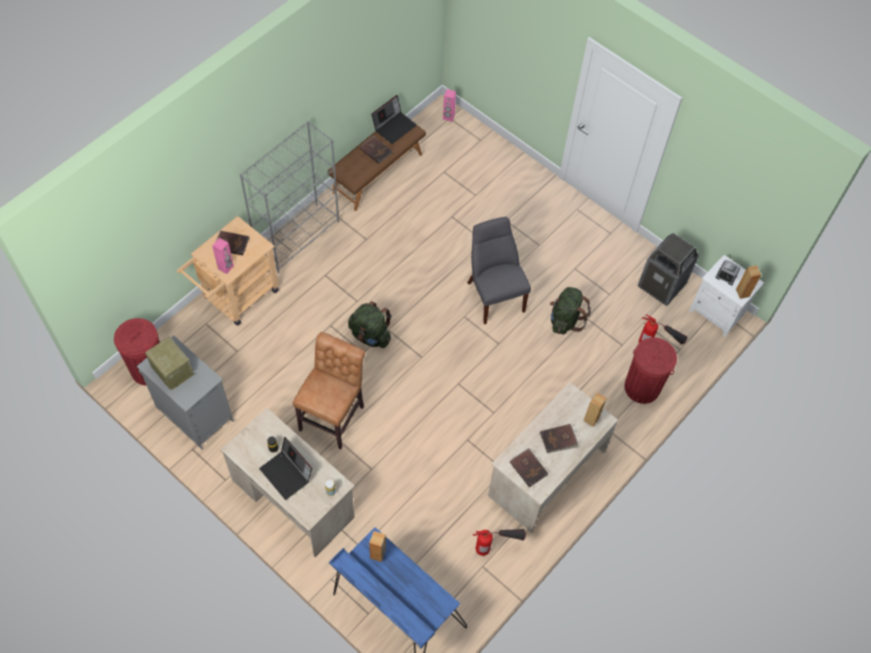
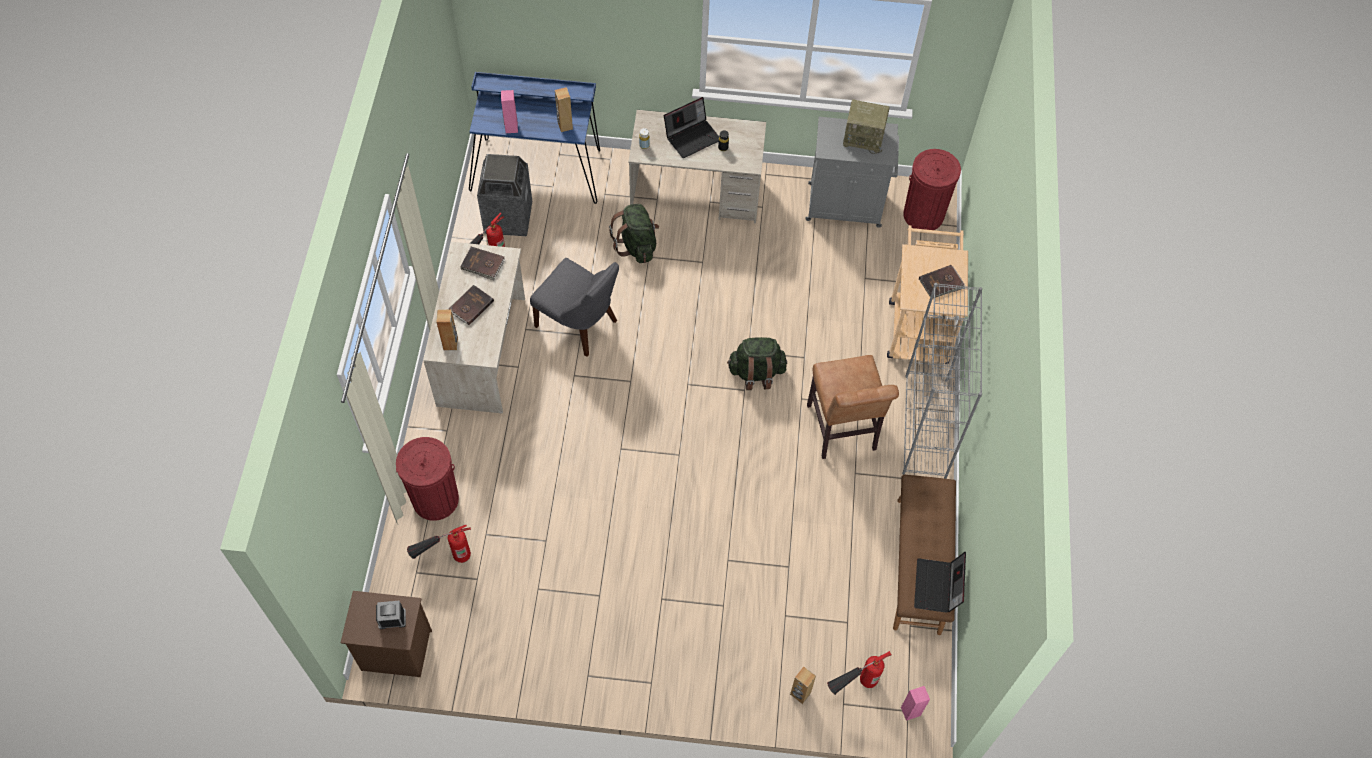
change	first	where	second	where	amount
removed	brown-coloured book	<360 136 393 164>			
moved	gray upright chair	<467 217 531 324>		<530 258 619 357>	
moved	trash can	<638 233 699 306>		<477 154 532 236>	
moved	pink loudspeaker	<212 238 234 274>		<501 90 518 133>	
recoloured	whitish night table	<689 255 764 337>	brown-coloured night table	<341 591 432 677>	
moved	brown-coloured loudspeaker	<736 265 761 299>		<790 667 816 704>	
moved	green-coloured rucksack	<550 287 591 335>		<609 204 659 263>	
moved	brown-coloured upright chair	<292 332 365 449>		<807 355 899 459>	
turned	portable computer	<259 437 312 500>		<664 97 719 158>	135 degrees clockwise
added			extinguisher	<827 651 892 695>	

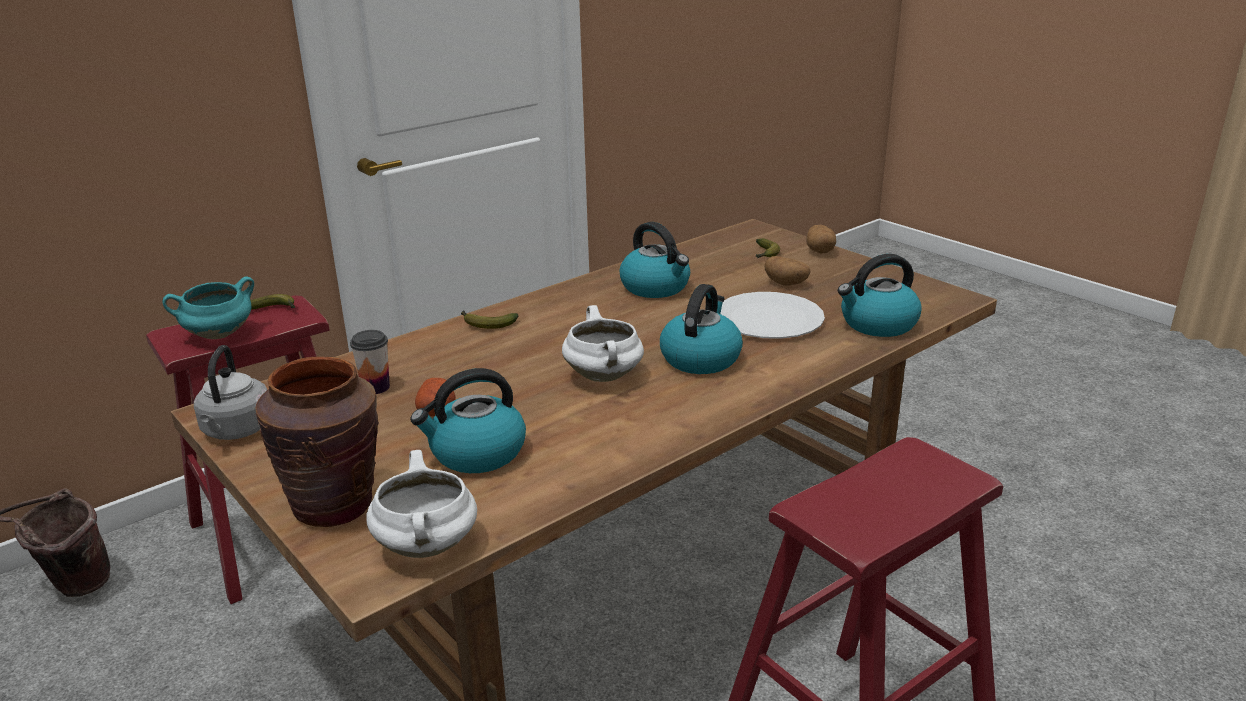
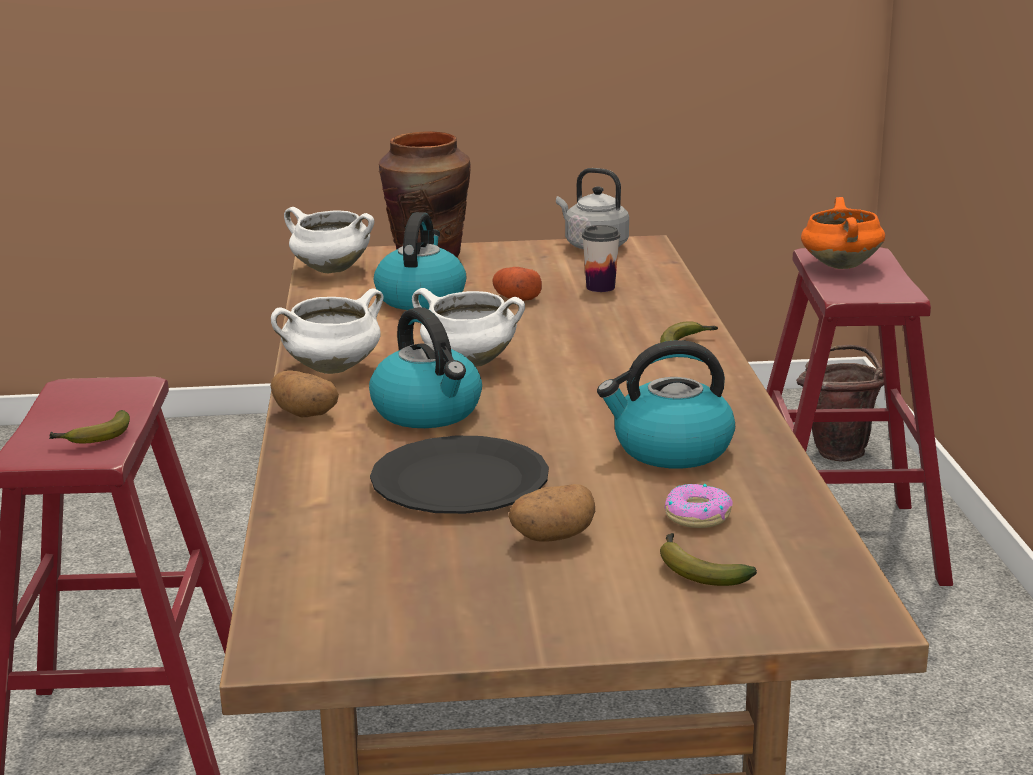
change	first	where	second	where	amount
moved	whole potato	<806 225 836 254>		<270 370 339 417>	
removed	water kettle	<838 254 922 337>			
recoloured	turquoise cooking pot	<163 277 254 339>	orange-coloured cooking pot	<801 197 885 269>	
recoloured	whitish dinner plate	<721 292 825 339>	blackish dinner plate	<370 436 549 514>	
moved	banana fruit	<251 294 295 310>		<49 410 130 443>	
added			whitish cooking pot	<271 289 384 374>	
added			ring doughnut	<664 484 733 528>	

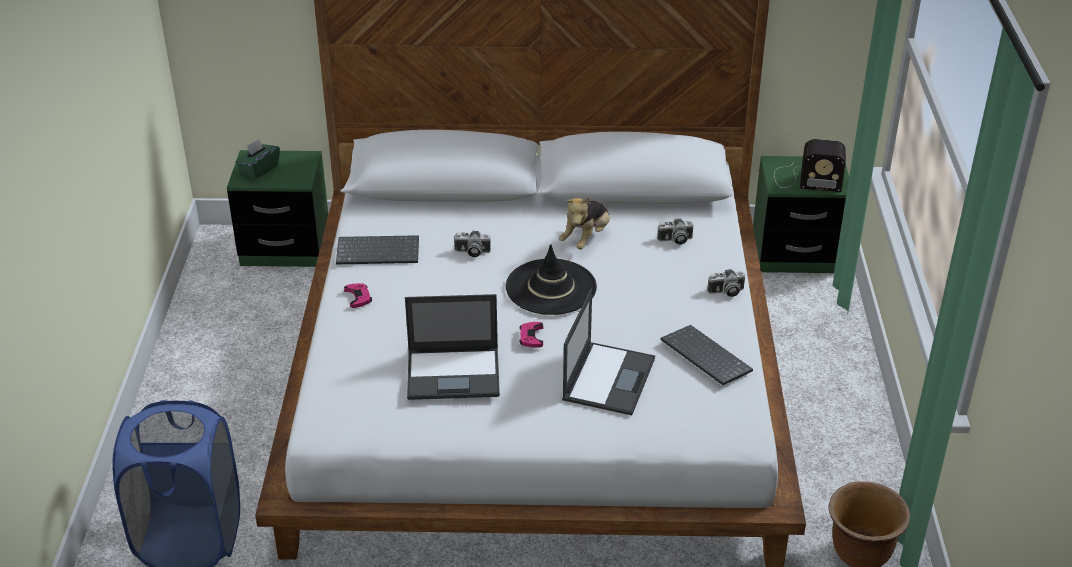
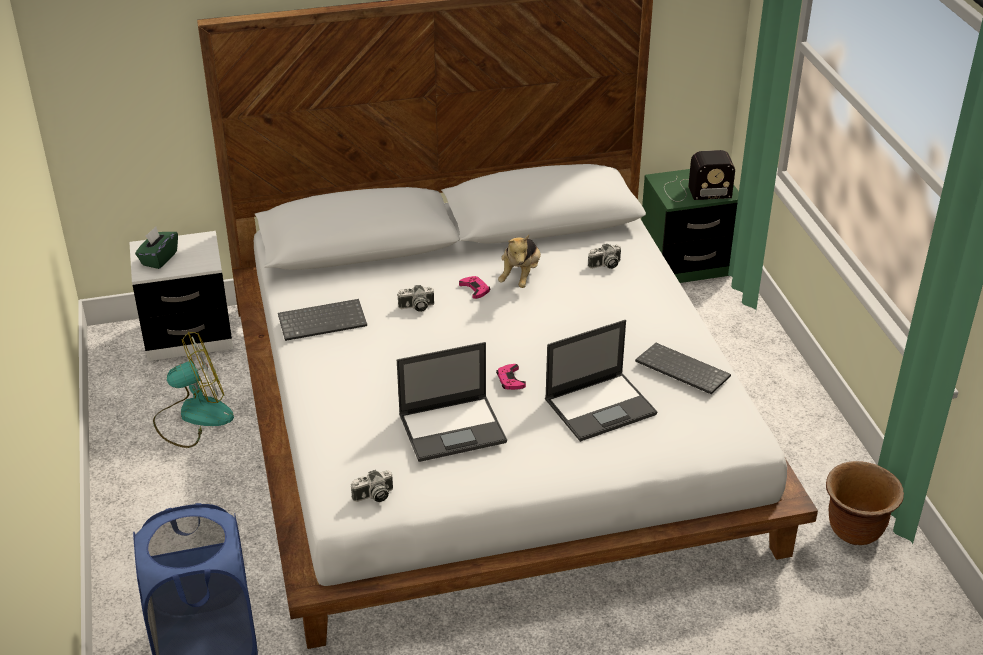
change	first	where	second	where	amount
recoloured	green-coloured night table	<227 150 328 267>	whitish night table	<129 231 233 361>	
removed	blackish hat	<506 244 597 315>			
moved	photo camera	<707 269 745 297>		<351 470 393 502>	
moved	pink game controller	<344 283 372 308>		<459 276 490 299>	
turned	portable computer	<562 289 655 415>		<545 320 658 442>	60 degrees clockwise
added			fan	<153 332 234 448>	

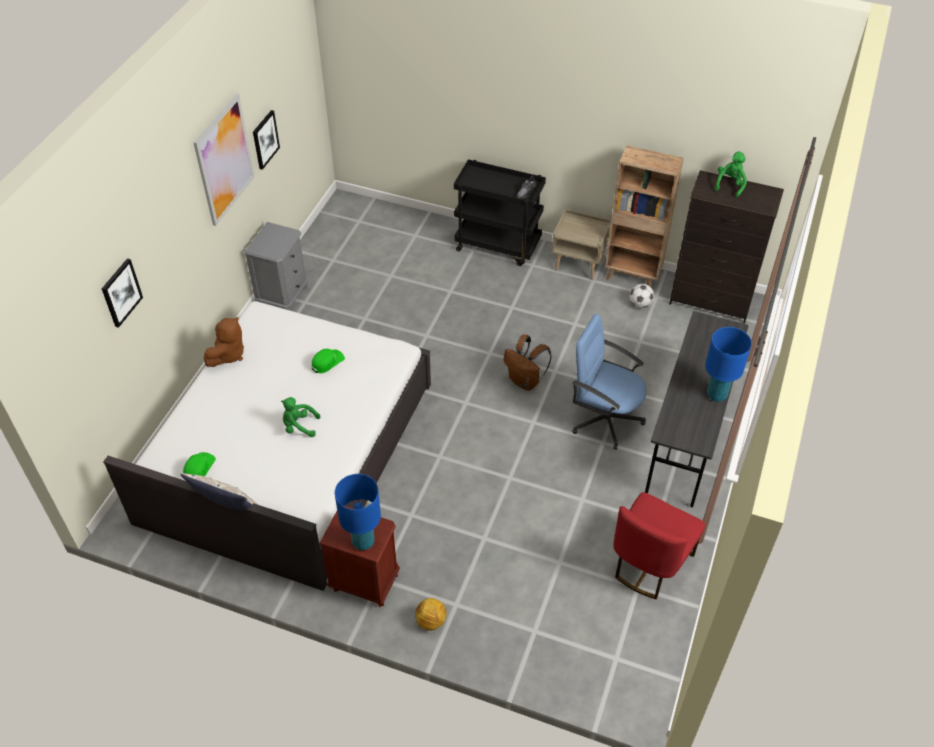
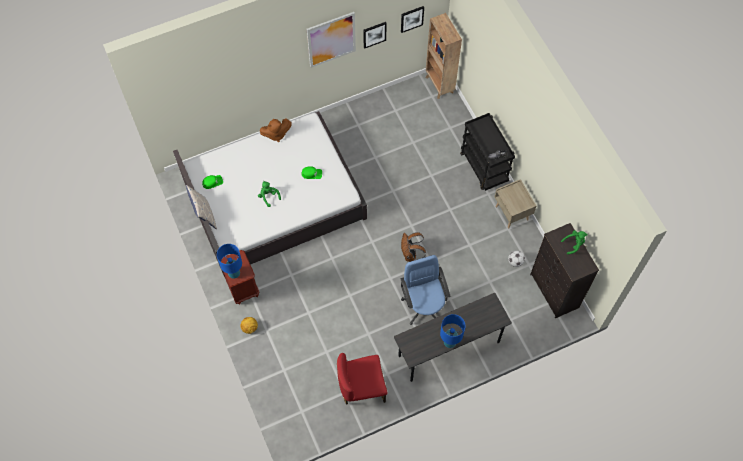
change	first	where	second	where	amount
moved	brown-coloured bookcase	<605 145 684 288>		<426 13 462 99>	
removed	gray night table	<244 222 309 310>			
moved	picture	<102 258 143 328>		<401 6 424 33>	

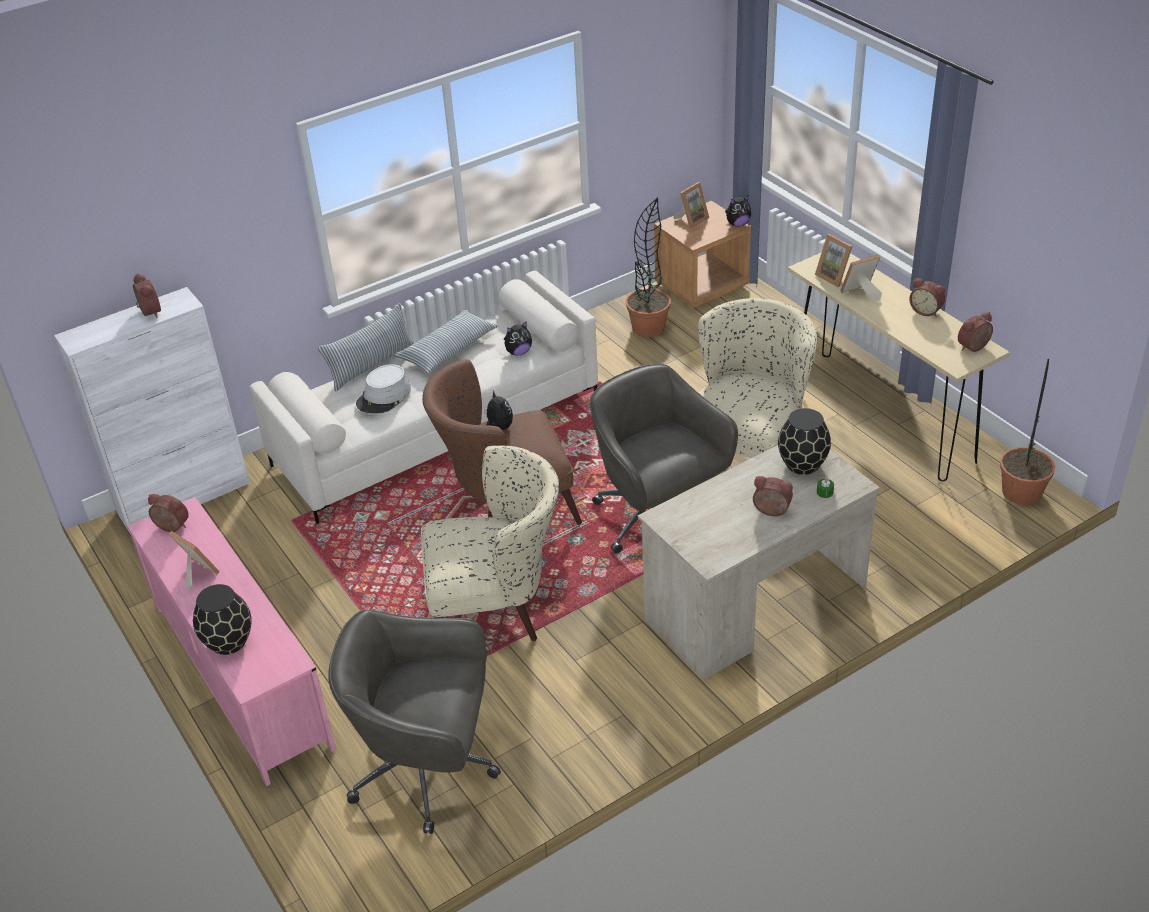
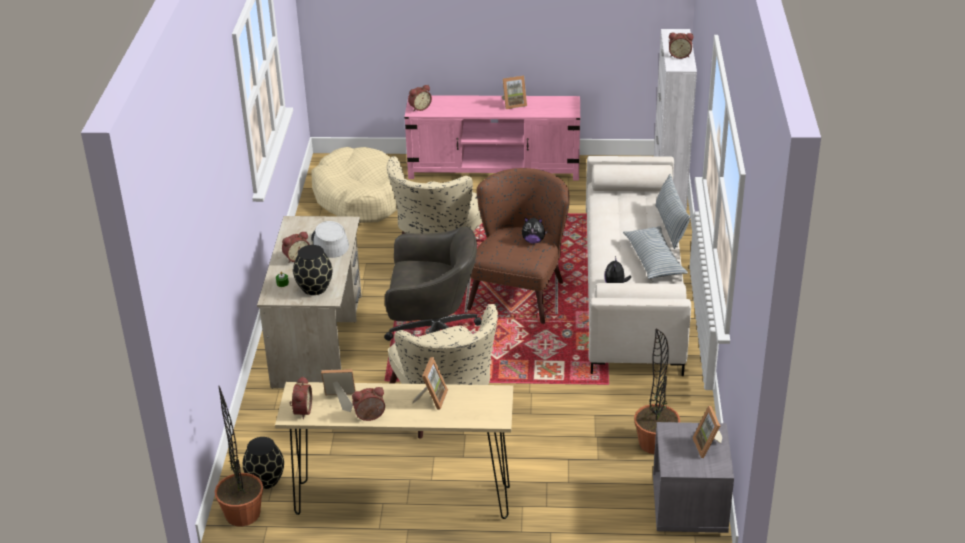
change	first	where	second	where	amount
removed	cuddly toy	<725 195 751 227>			
recoloured	brown-coloured night table	<654 201 751 308>	gray night table	<653 422 734 533>	
moved	picture frame	<815 234 853 287>		<321 369 356 412>	
moved	gray hat	<356 364 411 413>		<311 221 349 258>	
moved	bedside clock	<148 494 189 532>		<408 85 432 111>	
moved	blackish vase	<193 584 252 655>		<243 437 284 489>	
replaced	gray office chair	<328 610 501 834>	sand-coloured pet bed	<311 147 404 223>	

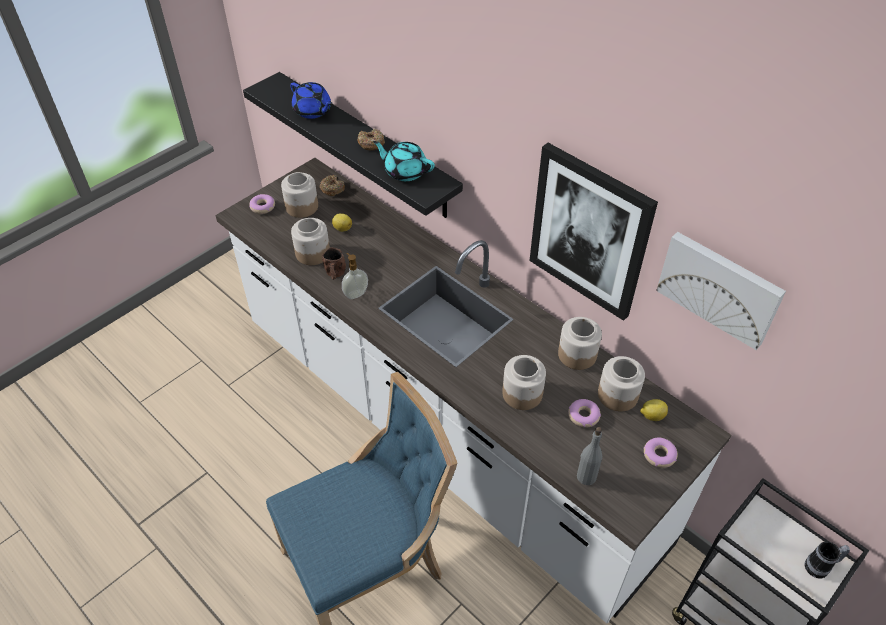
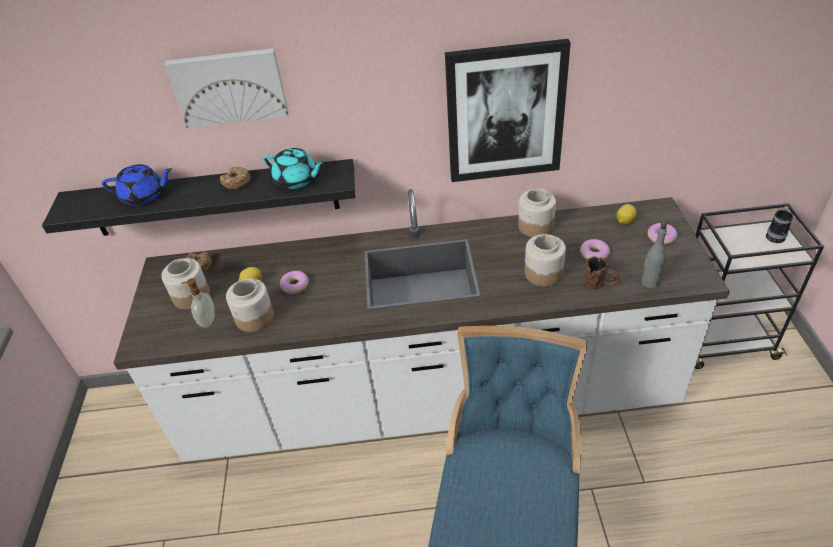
change	first	where	second	where	amount
turned	turquoise tea pot	<373 141 435 181>		<263 148 325 189>	135 degrees counterclockwise
moved	ring doughnut	<249 194 275 214>		<280 271 309 294>	
moved	picture	<656 232 786 350>		<165 48 289 128>	
moved	brown-coloured coffee mug	<322 247 346 280>		<583 256 620 289>	
moved	soap bottle	<342 253 368 299>		<181 278 215 328>	
removed	storage jar	<598 356 645 412>			

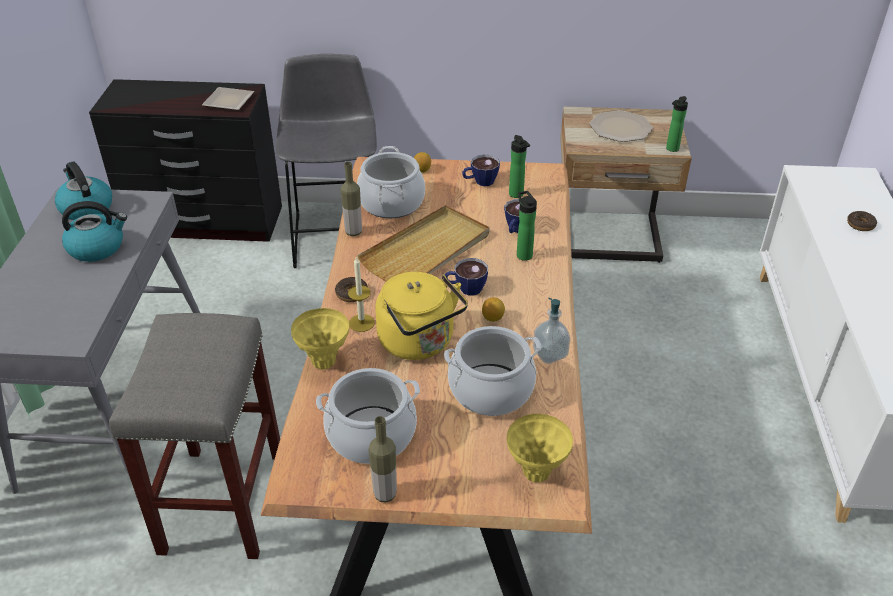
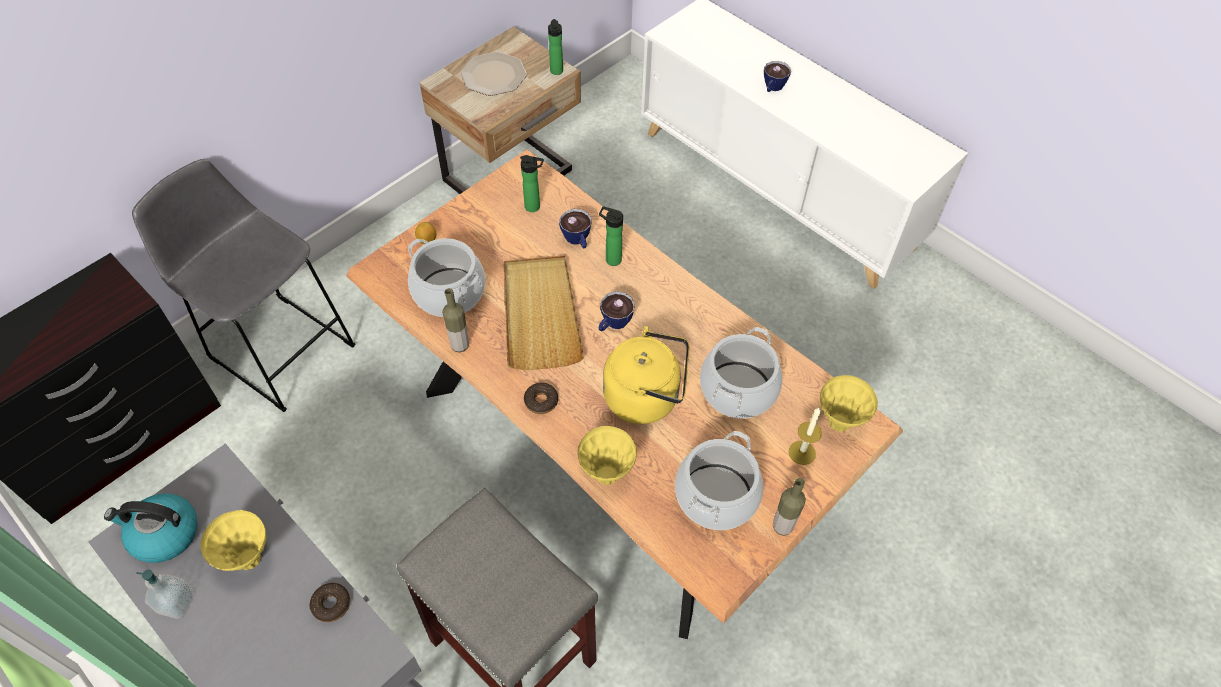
change	first	where	second	where	amount
removed	dinner plate	<202 87 254 110>			
moved	small cup	<462 154 500 186>		<764 61 791 92>	
replaced	water kettle	<62 201 127 262>	yellowish vase	<200 510 266 571>	
moved	ring doughnut	<847 211 877 231>		<310 583 350 622>	
moved	candle	<348 256 375 332>		<789 408 822 465>	
removed	lemon	<482 297 505 322>			
moved	soap bottle	<533 298 570 364>		<136 570 195 619>	

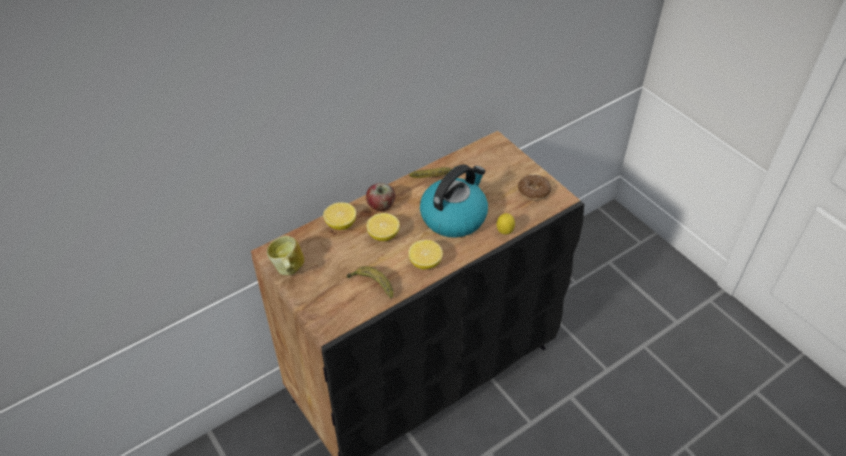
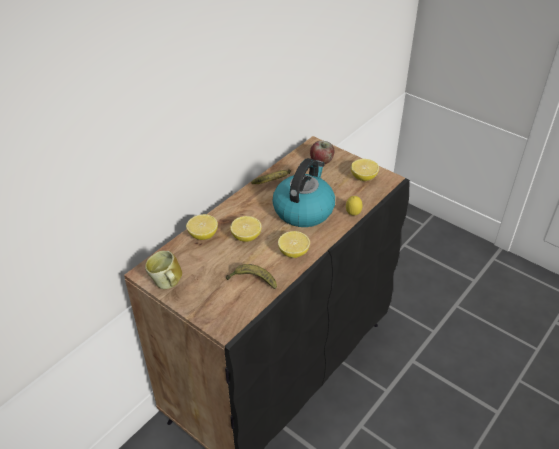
change	first	where	second	where	amount
replaced	ring doughnut	<517 175 551 201>	lemon	<351 159 379 181>	
moved	apple fruit	<366 183 395 211>		<310 141 334 164>	

